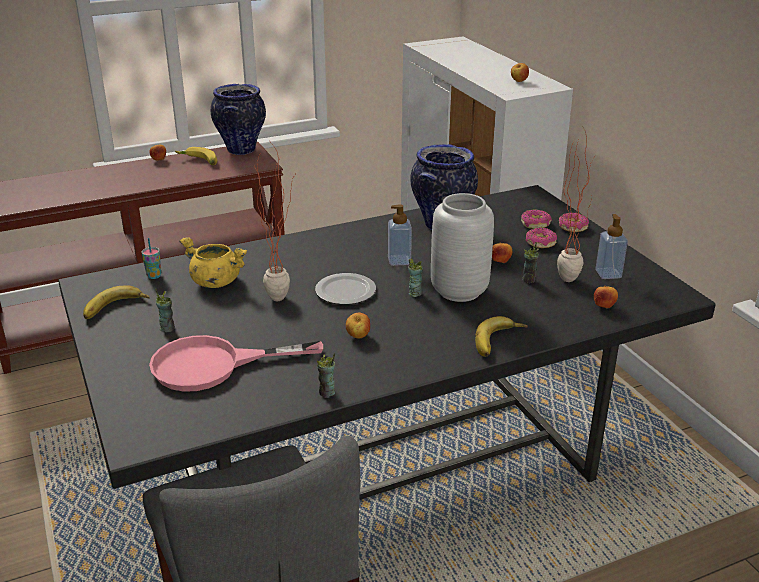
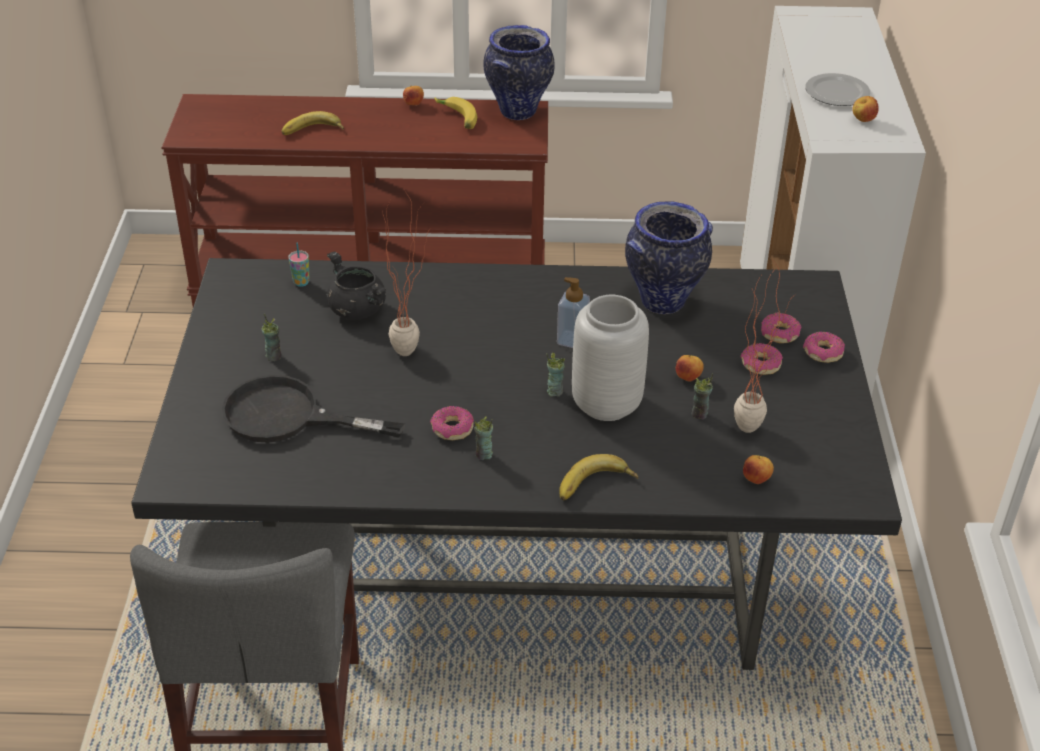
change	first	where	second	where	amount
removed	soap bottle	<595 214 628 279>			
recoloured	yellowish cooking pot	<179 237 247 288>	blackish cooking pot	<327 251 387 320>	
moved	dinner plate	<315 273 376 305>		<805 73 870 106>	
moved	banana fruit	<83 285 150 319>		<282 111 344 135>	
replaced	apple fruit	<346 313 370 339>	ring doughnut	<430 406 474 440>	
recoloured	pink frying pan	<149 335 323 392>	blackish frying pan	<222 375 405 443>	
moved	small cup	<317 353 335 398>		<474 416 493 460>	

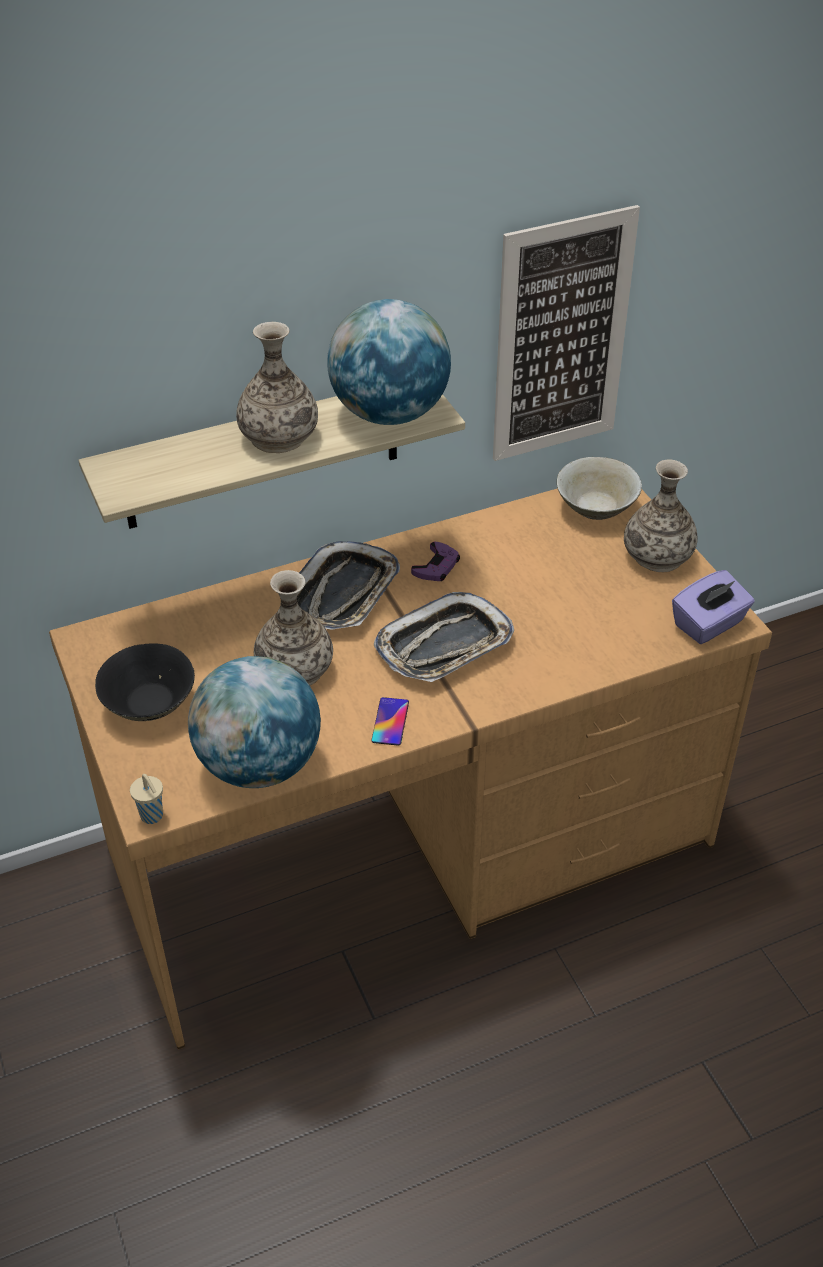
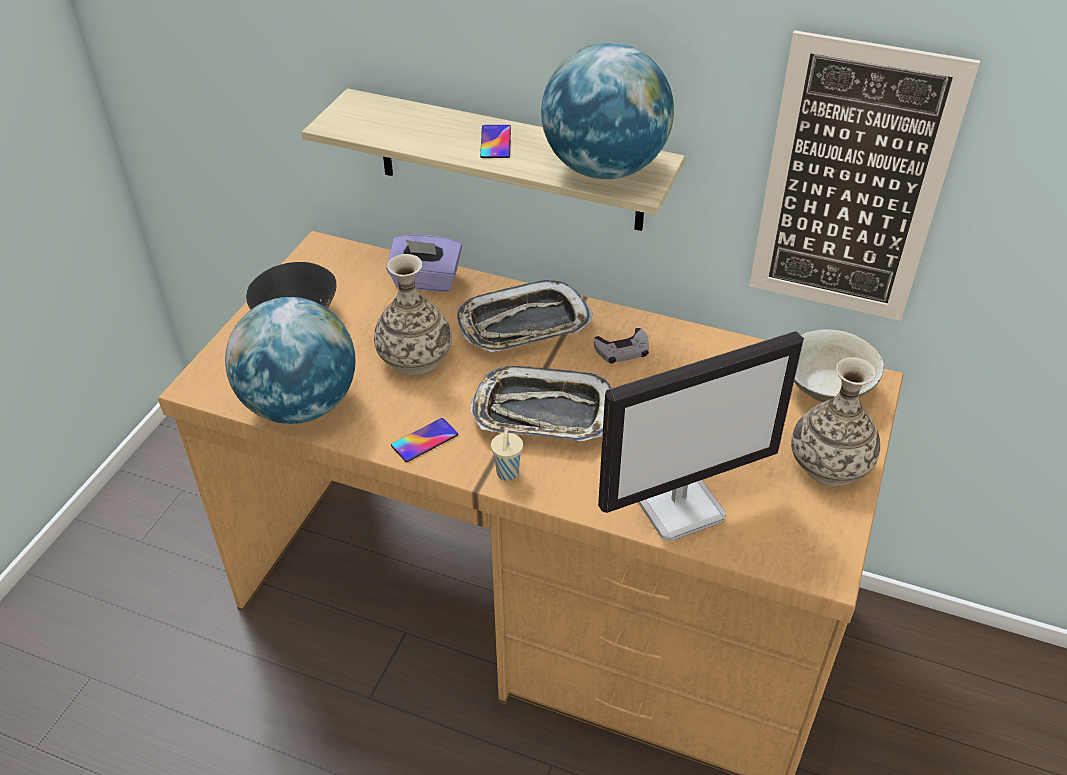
change	first	where	second	where	amount
replaced	vase	<236 322 318 453>	handset	<480 125 511 158>	
recoloured	purple game controller	<411 542 460 581>	gray game controller	<594 328 649 363>	
moved	purple tissue box	<672 570 755 644>		<386 235 462 292>	
moved	sand-coloured small cup	<130 774 163 824>		<491 429 523 481>	
added			computer screen	<598 331 804 541>	

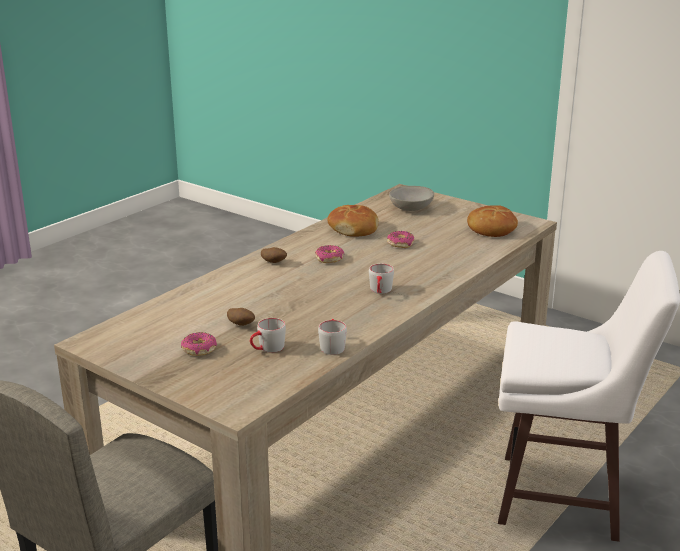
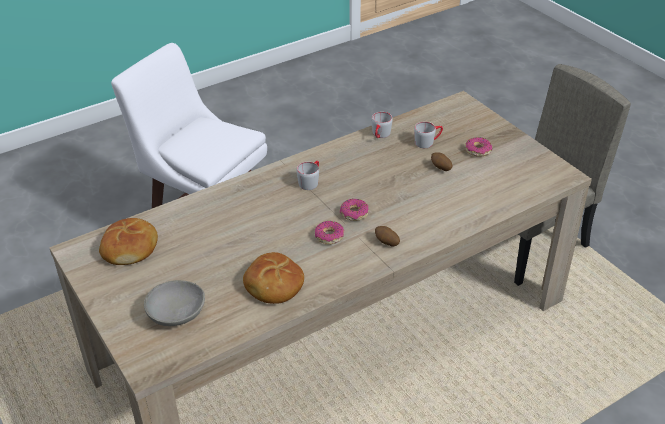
change	first	where	second	where	amount
moved	ring doughnut	<387 231 414 248>		<340 199 369 221>	

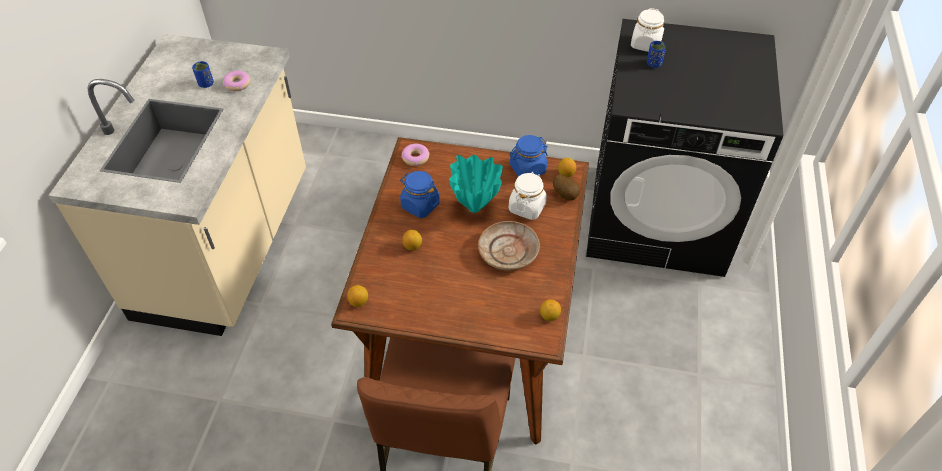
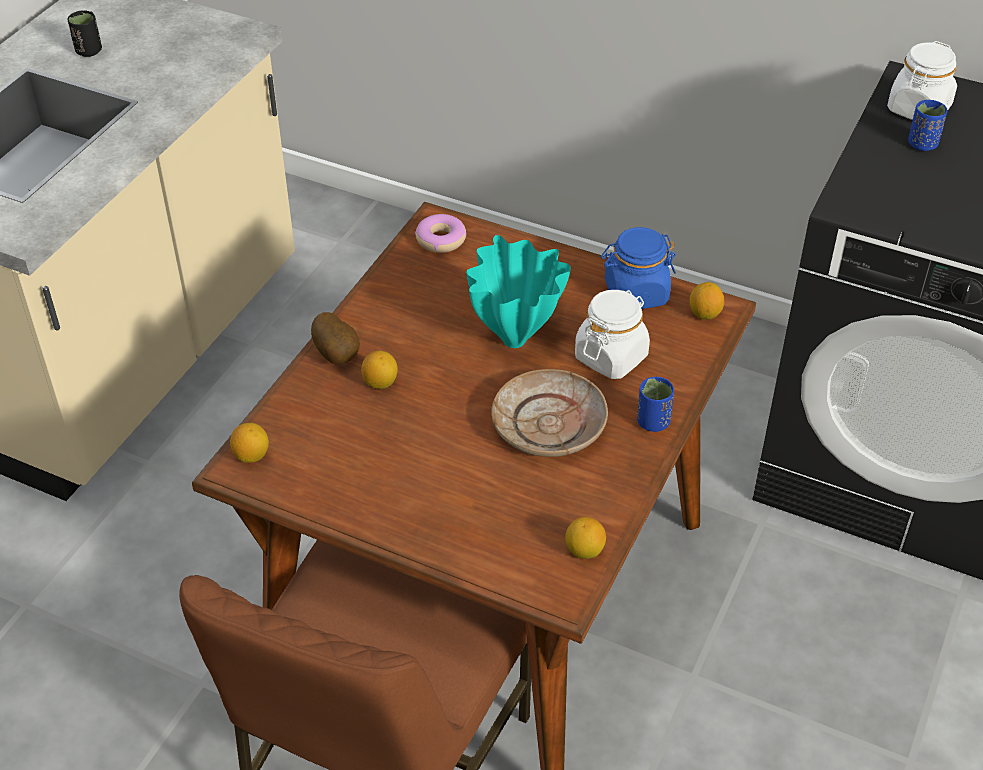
change	first	where	second	where	amount
moved	blue-coloured small cup	<192 61 214 88>		<637 377 674 432>	
removed	ring doughnut	<223 71 250 91>			
removed	blue-coloured storage jar	<400 171 440 218>			
moved	whole potato	<553 174 580 201>		<311 312 360 364>	
added			blackish small cup	<67 10 102 57>	

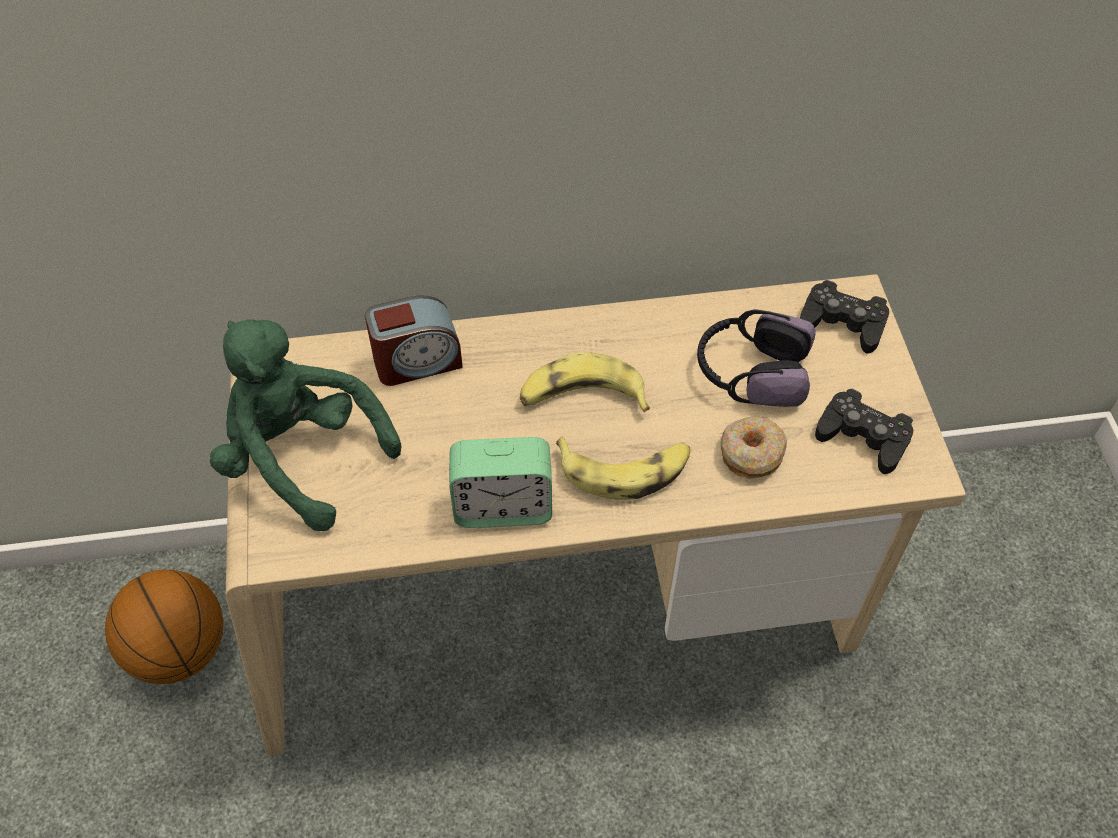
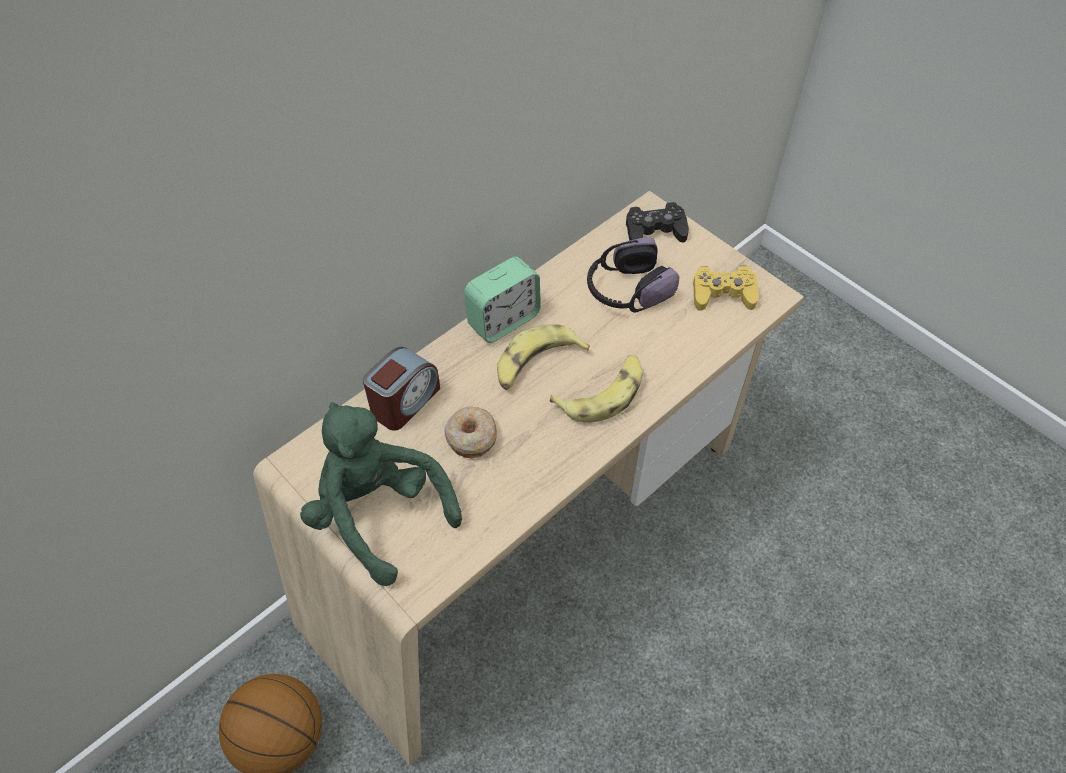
change	first	where	second	where	amount
turned	green-coloured cuddly toy	<210 319 401 531>		<300 402 462 586>	45 degrees clockwise
recoloured	blackish game controller	<815 389 913 474>	yellowish game controller	<693 266 759 311>	
moved	ring doughnut	<720 416 787 479>		<445 406 497 458>	
moved	bedside clock	<449 437 552 528>		<464 257 541 343>	

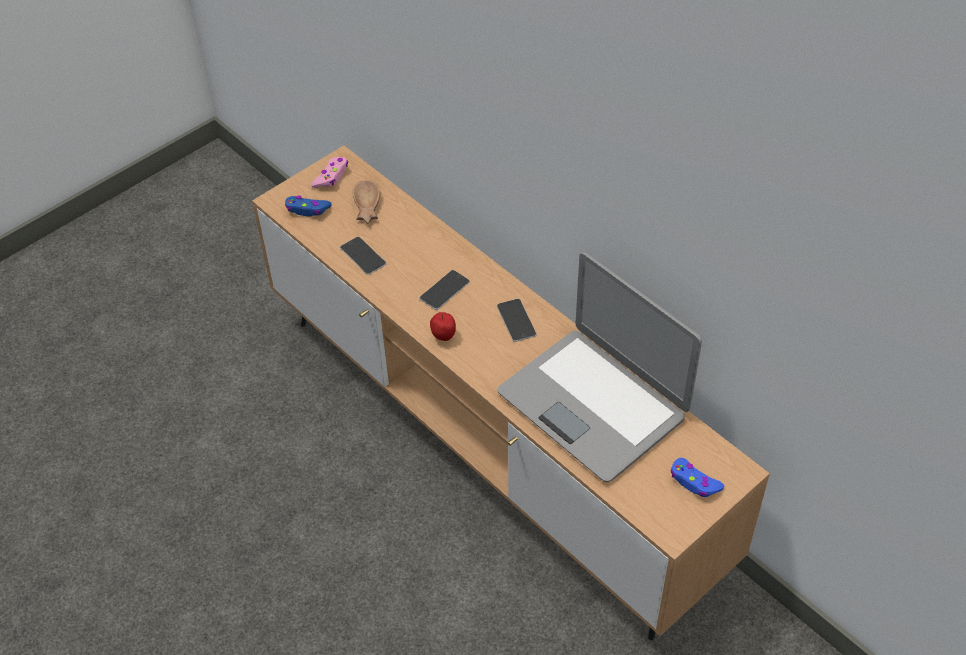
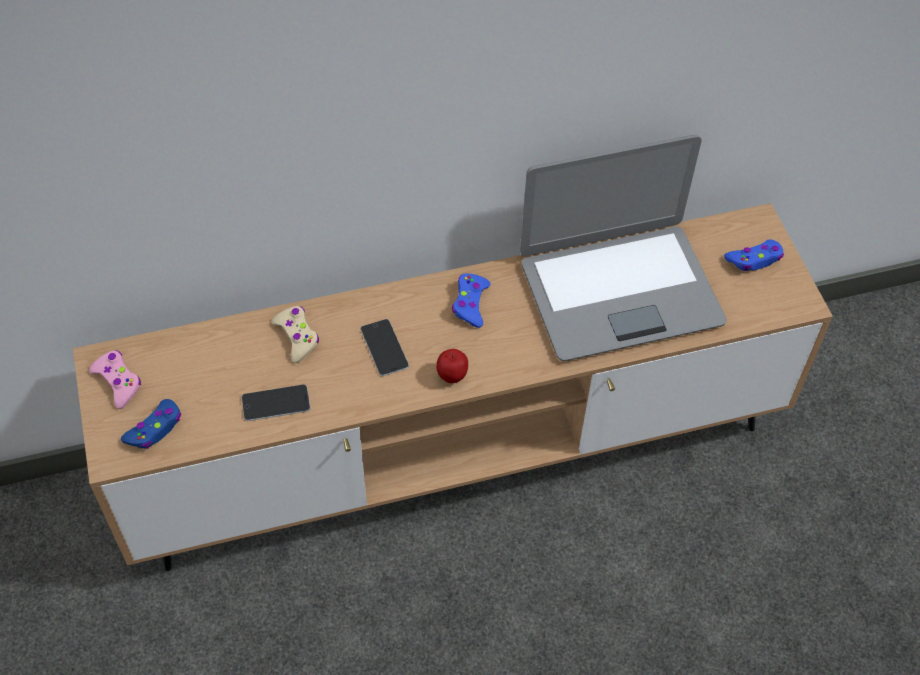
change	first	where	second	where	amount
removed	brown-coloured deep dish	<353 180 380 224>			
replaced	handset	<497 299 537 342>	blue-coloured game controller	<452 273 491 328>	
added			sand-coloured game controller	<272 306 319 363>	

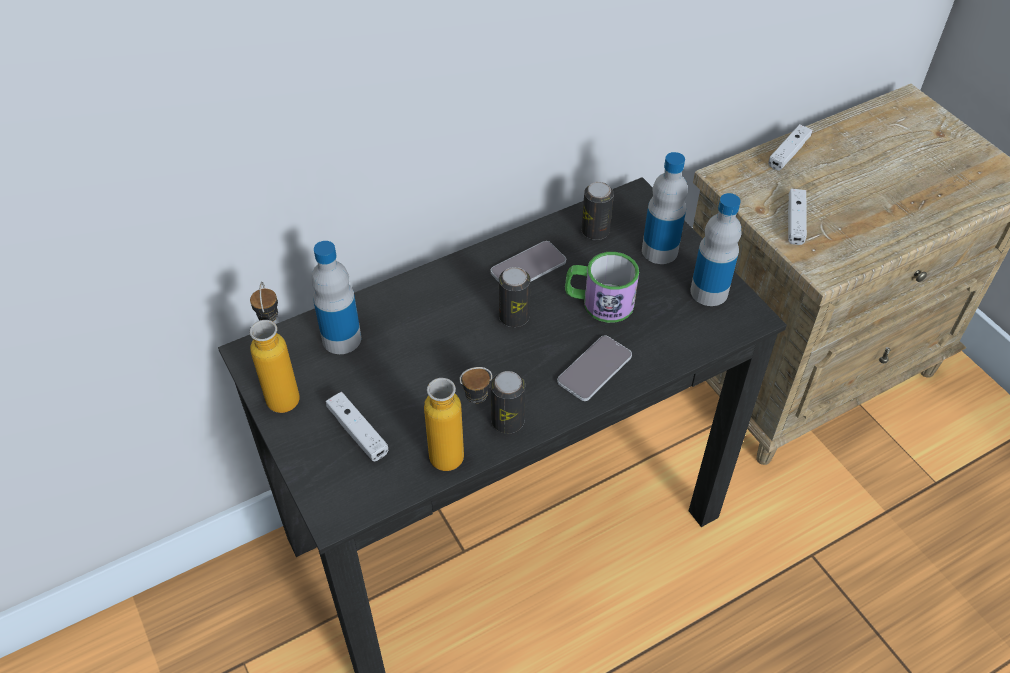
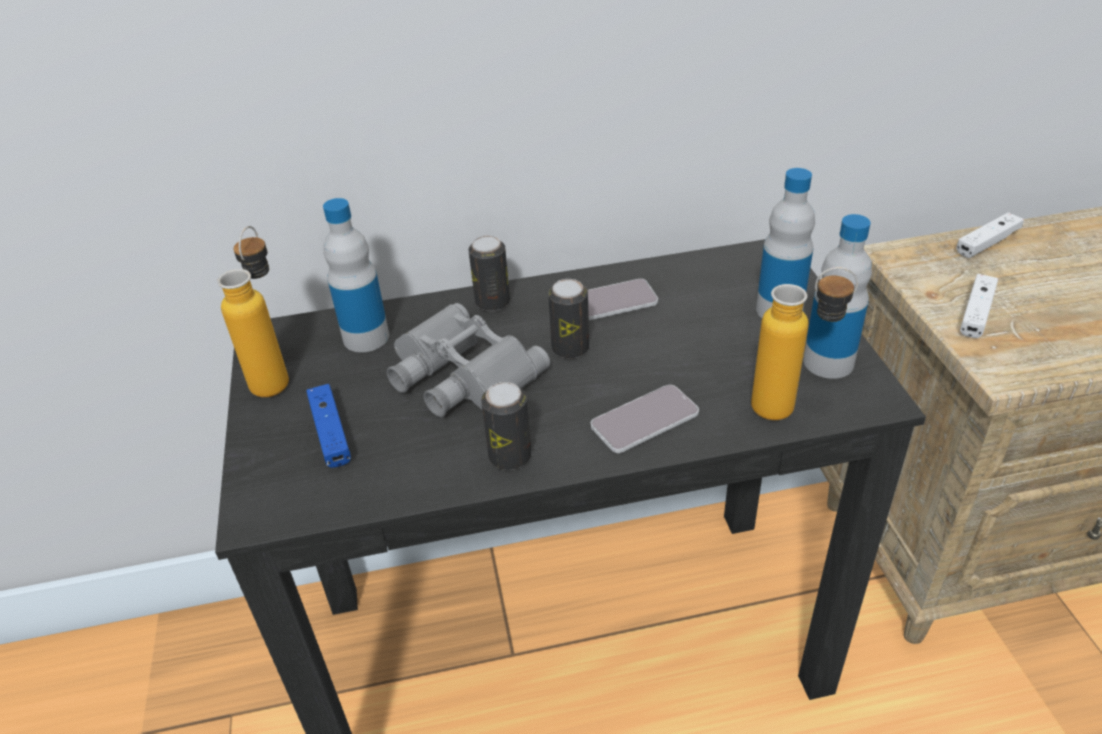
change	first	where	second	where	amount
moved	sealed can	<581 182 614 240>		<468 236 510 311>	
removed	coffee mug	<565 252 639 323>			
moved	beverage bottle	<424 367 492 471>		<751 267 858 420>	
recoloured	whitish game controller	<326 392 388 461>	blue-coloured game controller	<306 384 351 468>	
added			gray pair of binoculars	<387 303 550 417>	

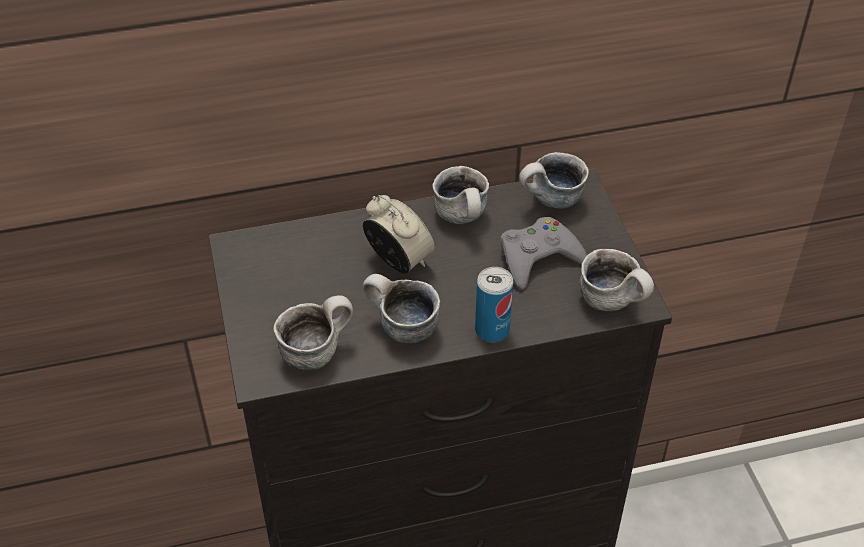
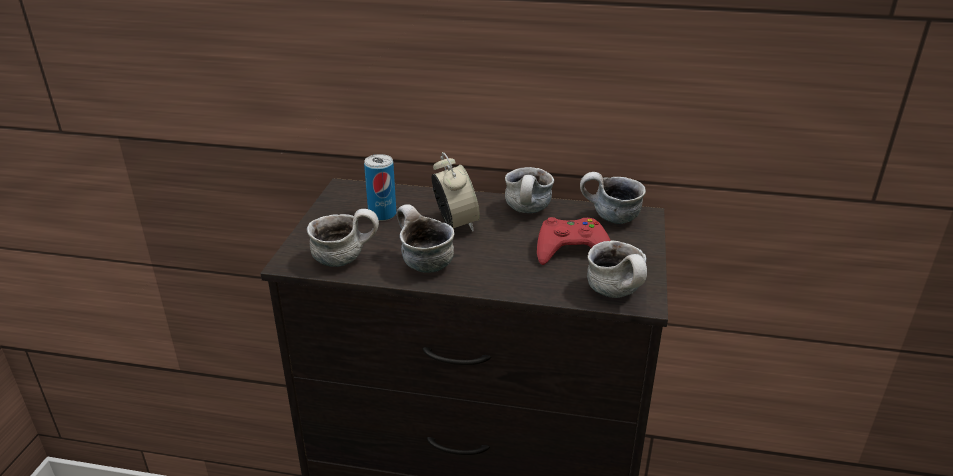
change	first	where	second	where	amount
recoloured	gray game controller	<501 217 587 290>	red-coloured game controller	<537 217 611 265>	
moved	sealed can	<475 267 513 343>		<364 154 396 221>	

